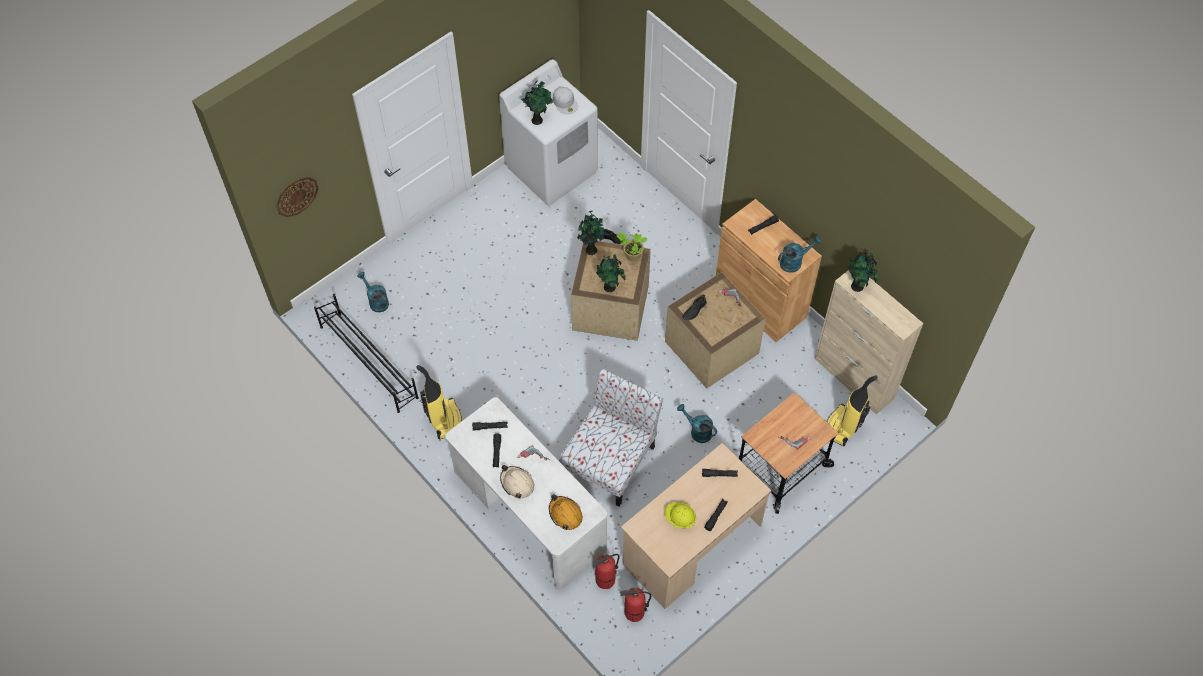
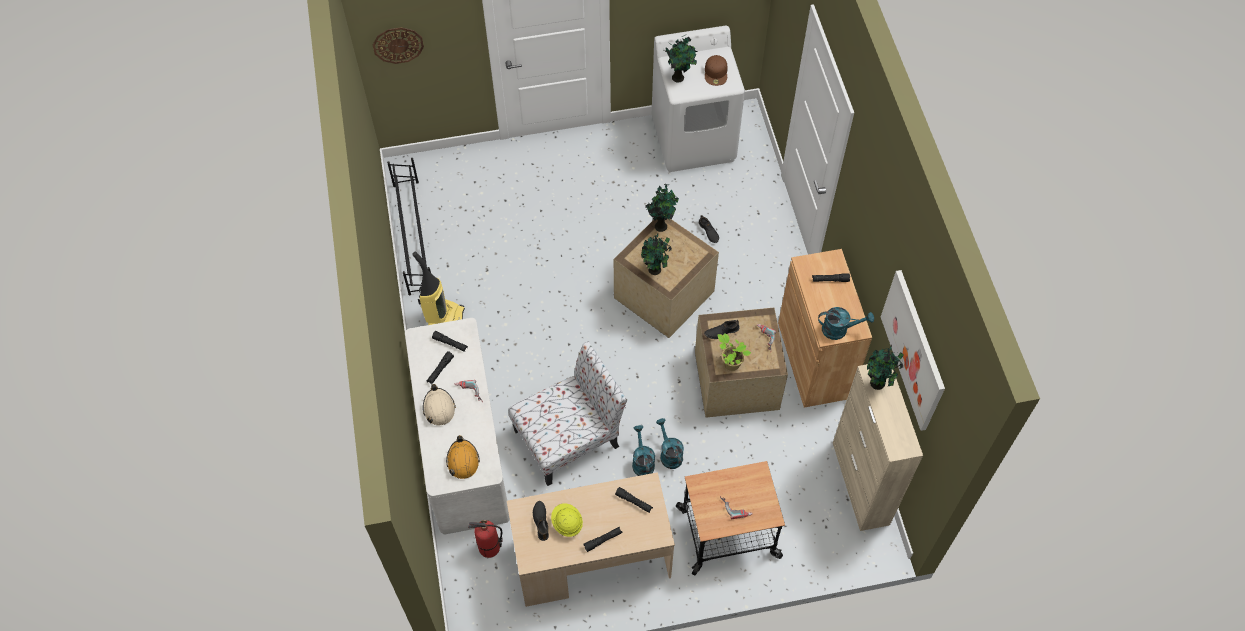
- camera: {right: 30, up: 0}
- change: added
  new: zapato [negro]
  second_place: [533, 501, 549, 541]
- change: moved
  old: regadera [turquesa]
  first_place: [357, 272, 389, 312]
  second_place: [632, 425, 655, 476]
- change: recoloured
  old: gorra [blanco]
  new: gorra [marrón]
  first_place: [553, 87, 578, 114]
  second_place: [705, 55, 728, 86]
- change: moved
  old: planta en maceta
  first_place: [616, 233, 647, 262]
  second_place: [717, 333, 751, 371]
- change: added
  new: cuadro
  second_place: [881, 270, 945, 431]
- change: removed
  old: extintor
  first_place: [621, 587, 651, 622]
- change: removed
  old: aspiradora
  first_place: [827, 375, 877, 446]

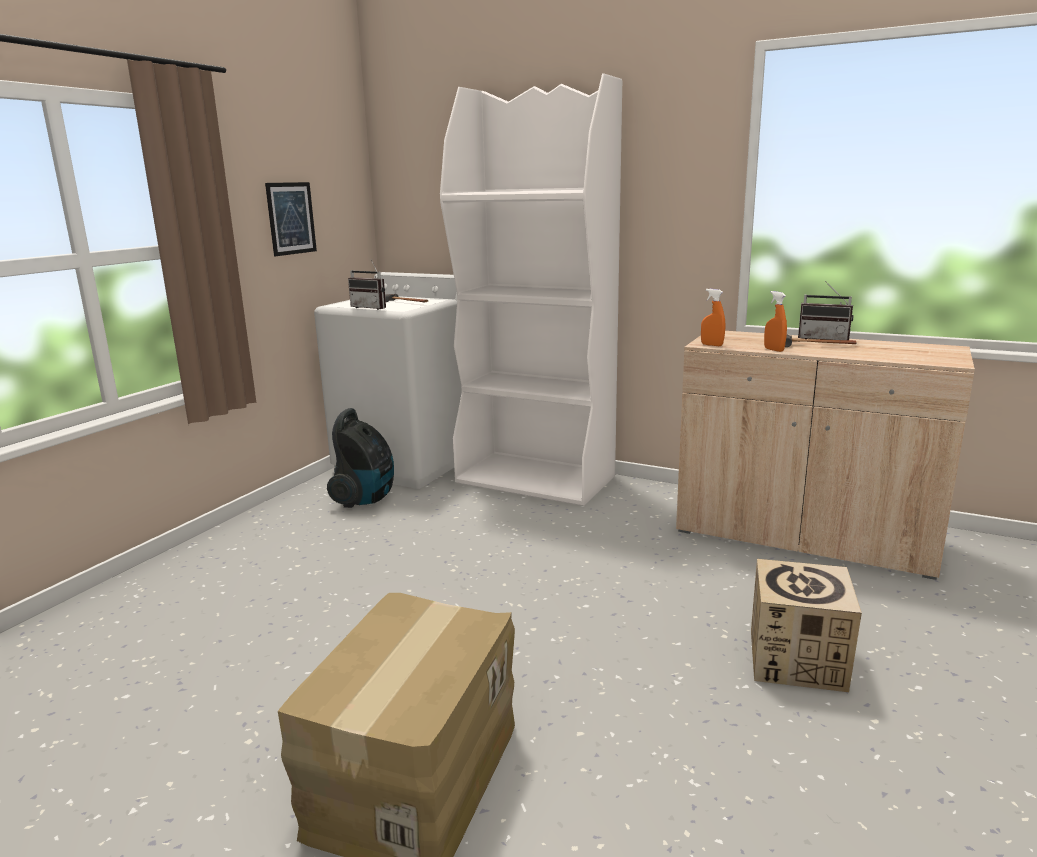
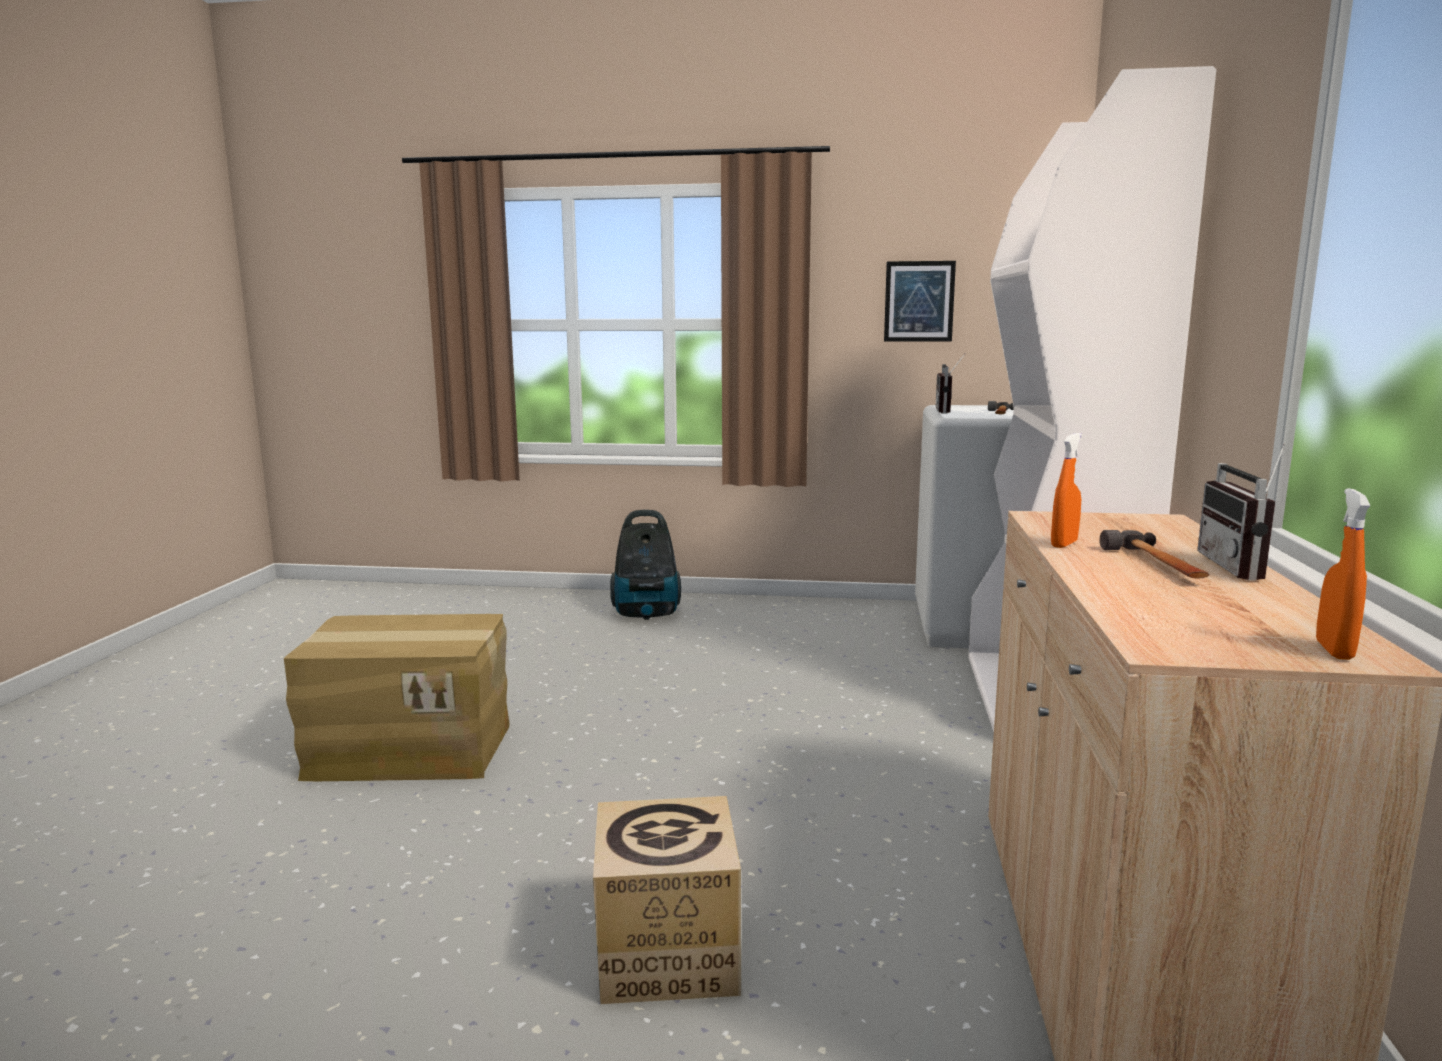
- camera: {right: 70, up: -5}
- change: moved
  old: aspiradora
  first_place: [327, 408, 394, 508]
  second_place: [610, 510, 681, 620]
- change: moved
  old: pulverizador [naranja]
  first_place: [701, 289, 725, 346]
  second_place: [1316, 488, 1370, 660]

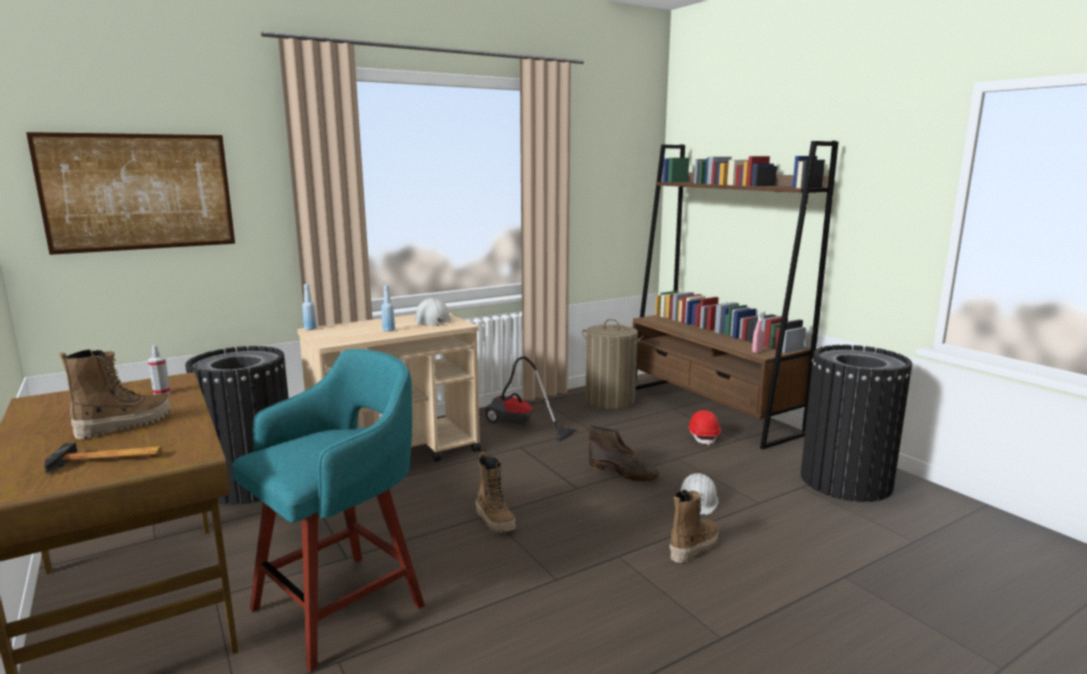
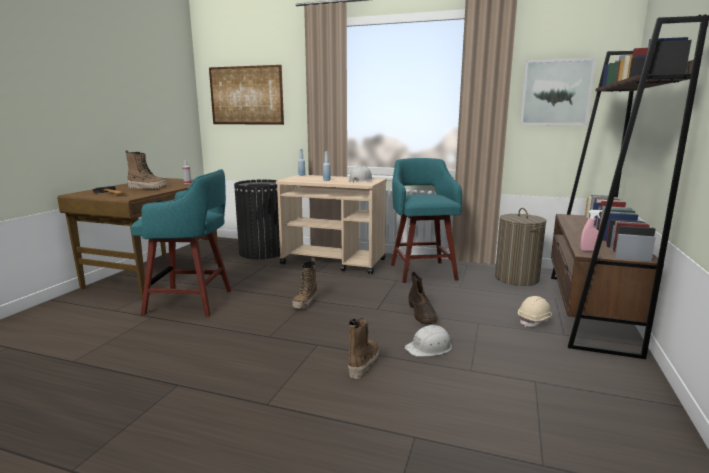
- camera: {right: 50, up: 0}
- change: turned
  old: bota
  first_place: [670, 490, 719, 563]
  second_place: [348, 318, 379, 379]
  degrees: -75
- change: replaced
  old: aspiradora
  new: taburete [turquesa]
  first_place: [484, 356, 576, 442]
  second_place: [391, 158, 462, 283]
- change: recoloured
  old: casco [rojo]
  new: casco [beis]
  first_place: [688, 410, 721, 446]
  second_place: [518, 296, 553, 327]
- change: added
  new: cuadro
  second_place: [520, 58, 596, 125]
- change: removed
  old: papelera [negro]
  first_place: [801, 345, 912, 502]

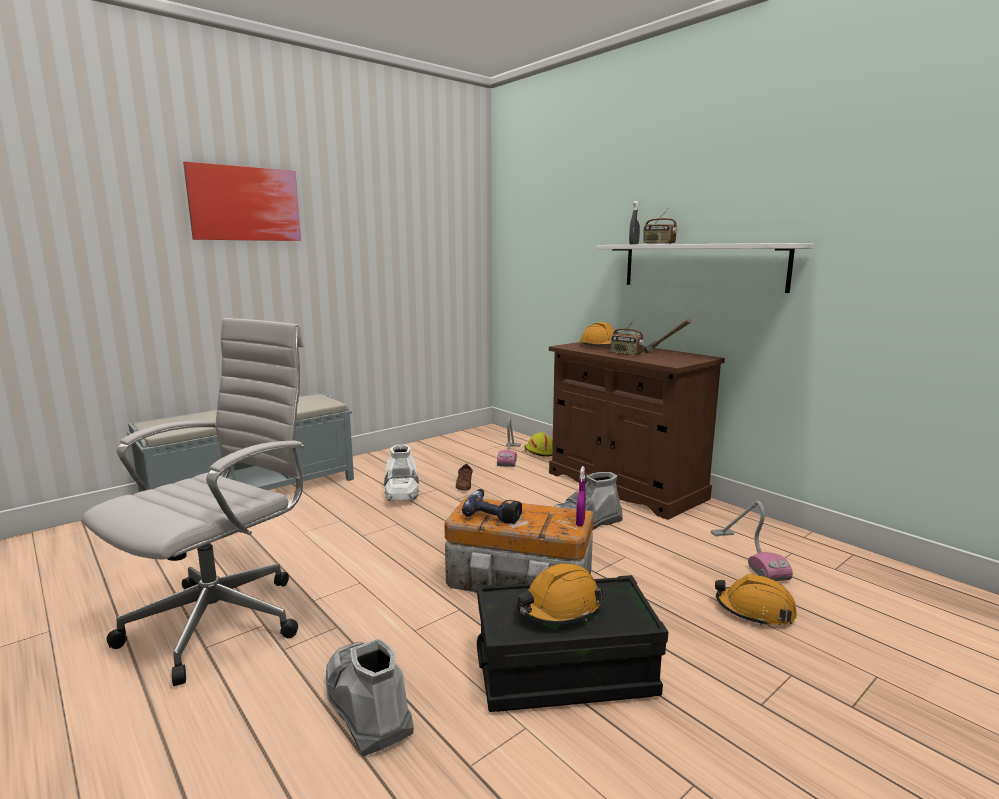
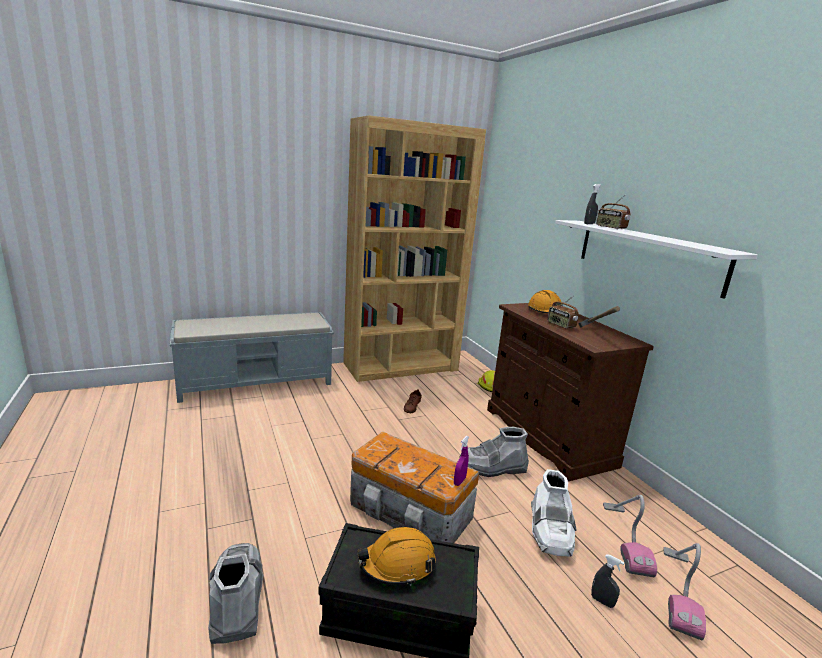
- camera: {right: 15, up: 5}
- change: added
  new: estantería [marrón]
  second_place: [343, 115, 486, 382]
- change: moved
  old: bota [blanco]
  first_place: [384, 444, 420, 501]
  second_place: [531, 469, 577, 556]
- change: replaced
  old: casco [naranja]
  new: pulverizador [gris]
  first_place: [715, 574, 797, 626]
  second_place: [591, 555, 624, 608]
- change: moved
  old: aspiradora
  first_place: [497, 417, 521, 467]
  second_place: [663, 543, 706, 641]
- change: removed
  old: silla de oficina [blanco]
  first_place: [82, 318, 306, 686]
- change: removed
  old: cuadro
  first_place: [183, 161, 301, 241]
- change: removed
  old: taladro
  first_place: [462, 489, 522, 524]

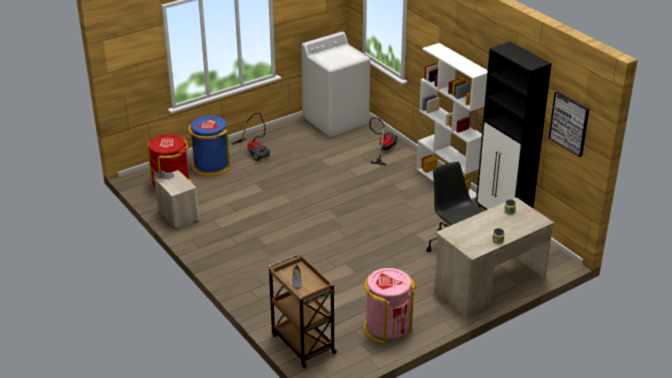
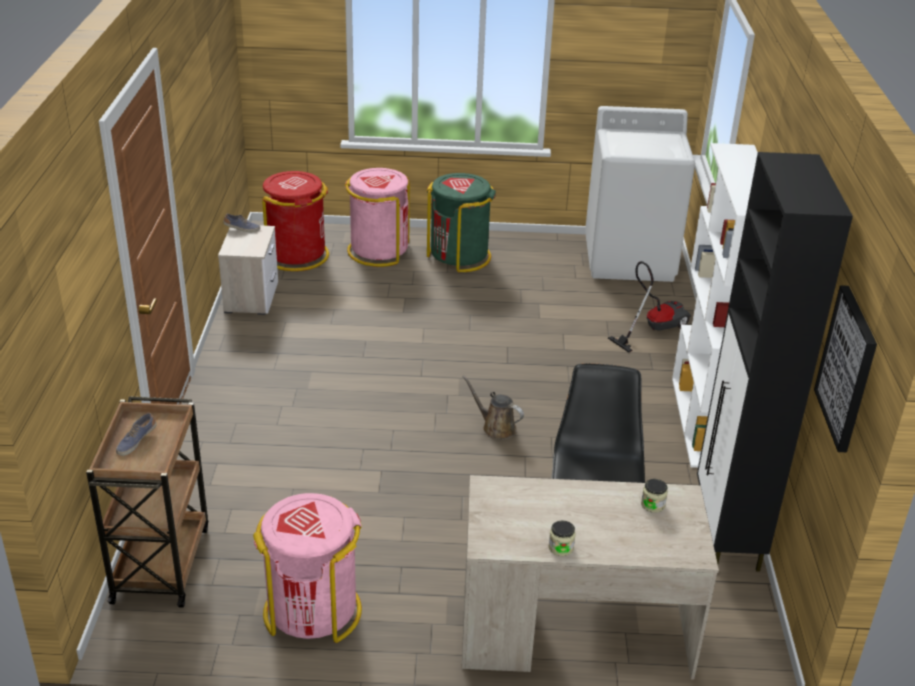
- camera: {right: 35, up: 0}
- change: recoloured
  old: papelera [azul]
  new: papelera [rosa]
  first_place: [188, 115, 230, 176]
  second_place: [345, 168, 410, 267]
- change: replaced
  old: aspiradora
  new: papelera [verde]
  first_place: [232, 113, 270, 161]
  second_place: [427, 173, 496, 272]
- change: added
  new: regadera [marrón]
  second_place: [462, 375, 524, 440]

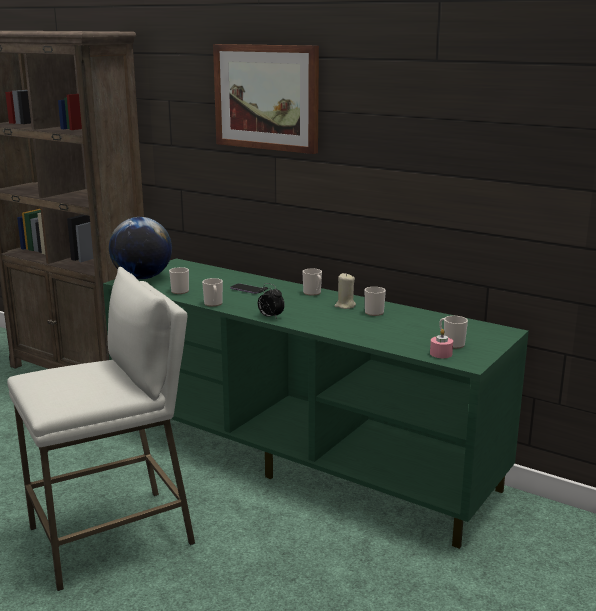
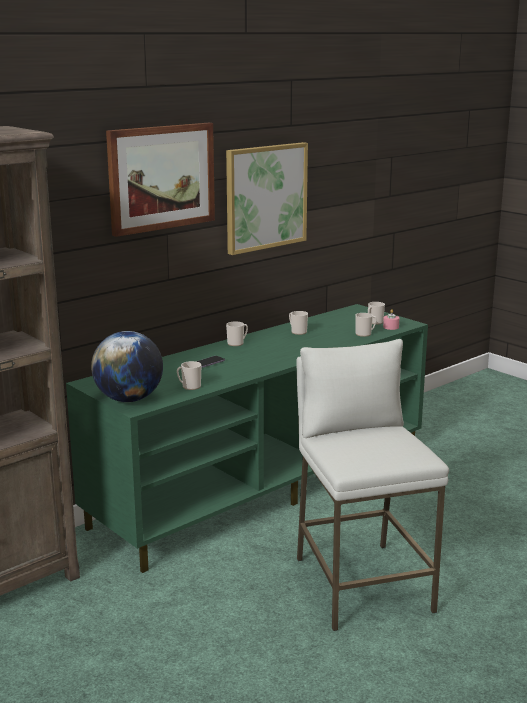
- camera: {right: -75, up: 0}
- change: added
  new: cuadro
  second_place: [226, 142, 308, 255]
- change: moved
  old: taza grande
  first_place: [202, 278, 223, 307]
  second_place: [355, 313, 377, 337]
- change: removed
  old: despertador
  first_place: [258, 283, 285, 319]
- change: removed
  old: vela [beis]
  first_place: [334, 273, 356, 309]

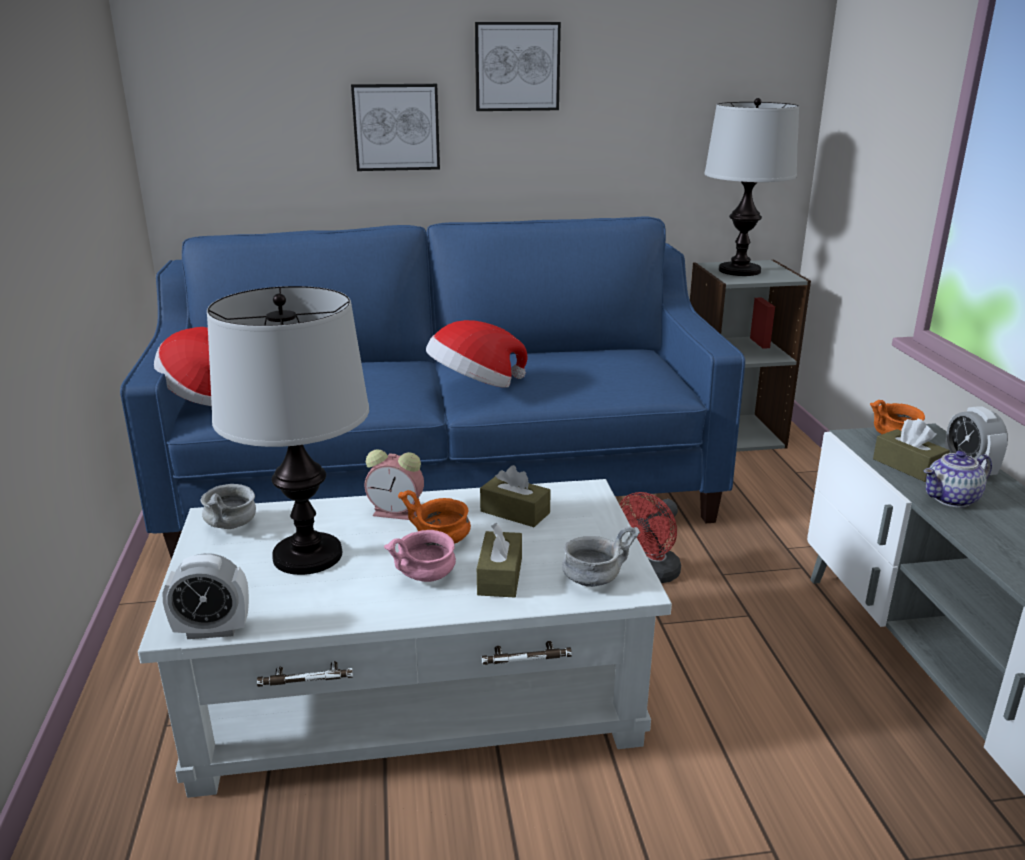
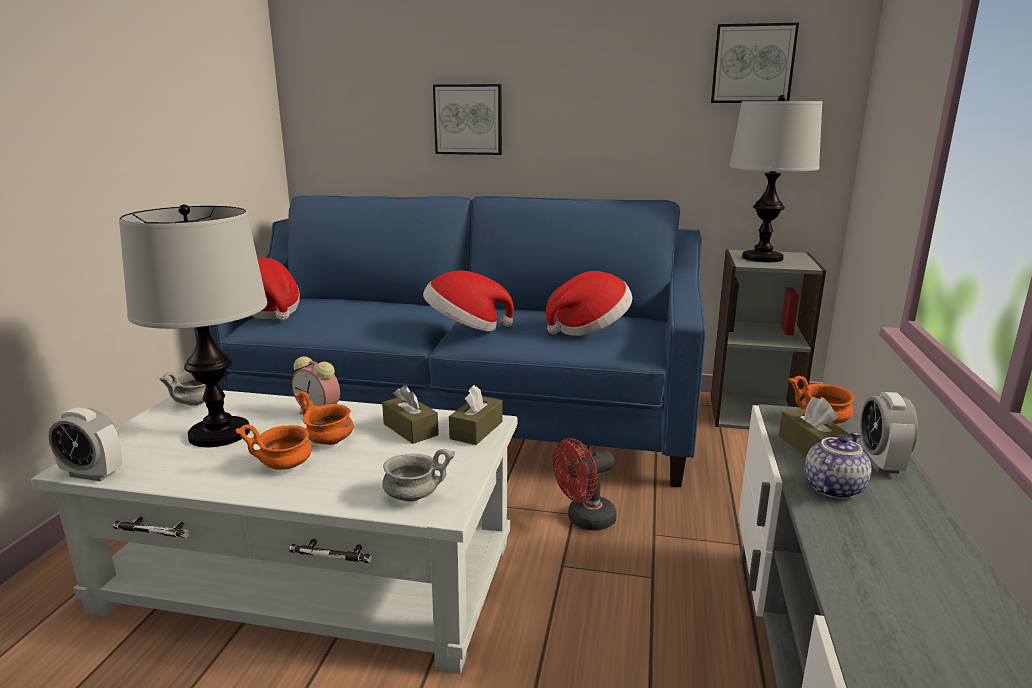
- camera: {right: 20, up: -5}
- change: recoloured
  old: cuenco [rosa]
  new: cuenco [naranja]
  first_place: [384, 530, 456, 582]
  second_place: [236, 424, 312, 470]
- change: moved
  old: caja de pañuelos [marrón]
  first_place: [477, 523, 522, 598]
  second_place: [449, 385, 503, 445]
- change: added
  new: sombrero
  second_place: [546, 271, 632, 336]
- change: moved
  old: cuadro
  first_place: [475, 22, 561, 111]
  second_place: [711, 23, 799, 103]
- change: turned
  old: tetera
  first_place: [923, 451, 992, 508]
  second_place: [805, 432, 871, 499]
  degrees: 135

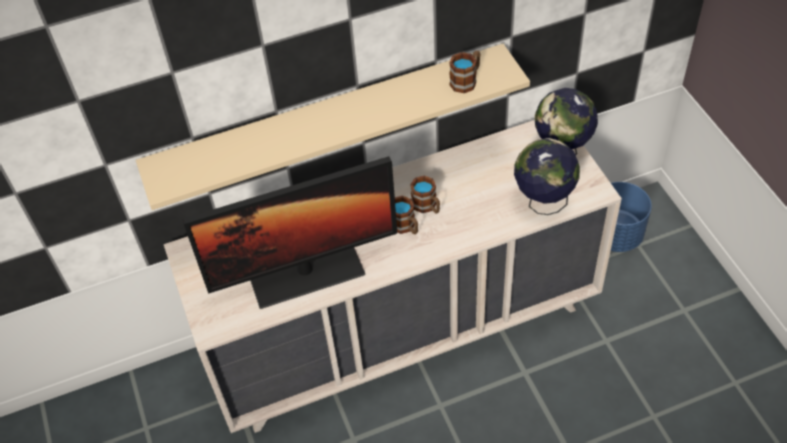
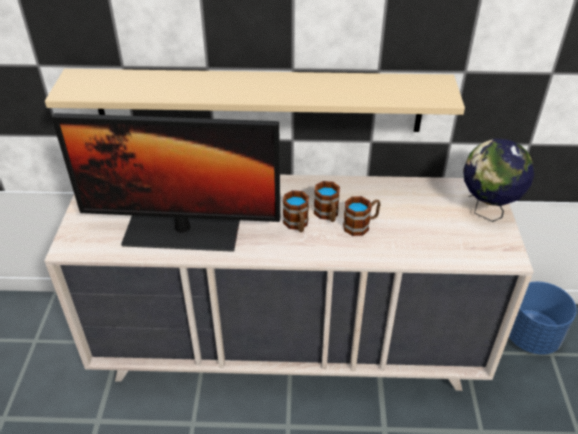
- camera: {right: 20, up: -10}
- change: moved
  old: taza grande
  first_place: [449, 50, 480, 93]
  second_place: [343, 196, 381, 236]
- change: removed
  old: globo terráqueo
  first_place: [514, 138, 580, 215]

